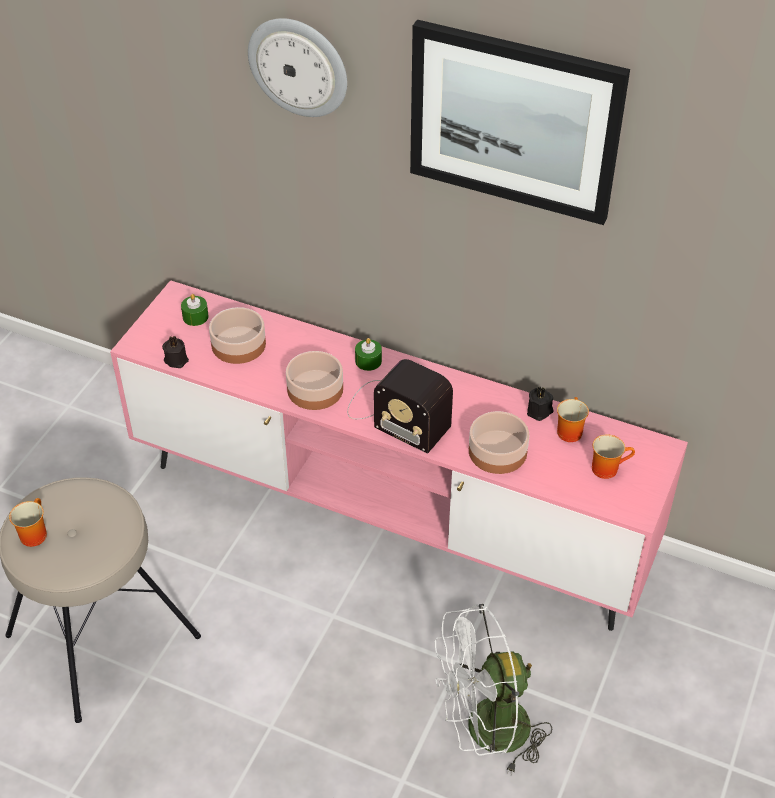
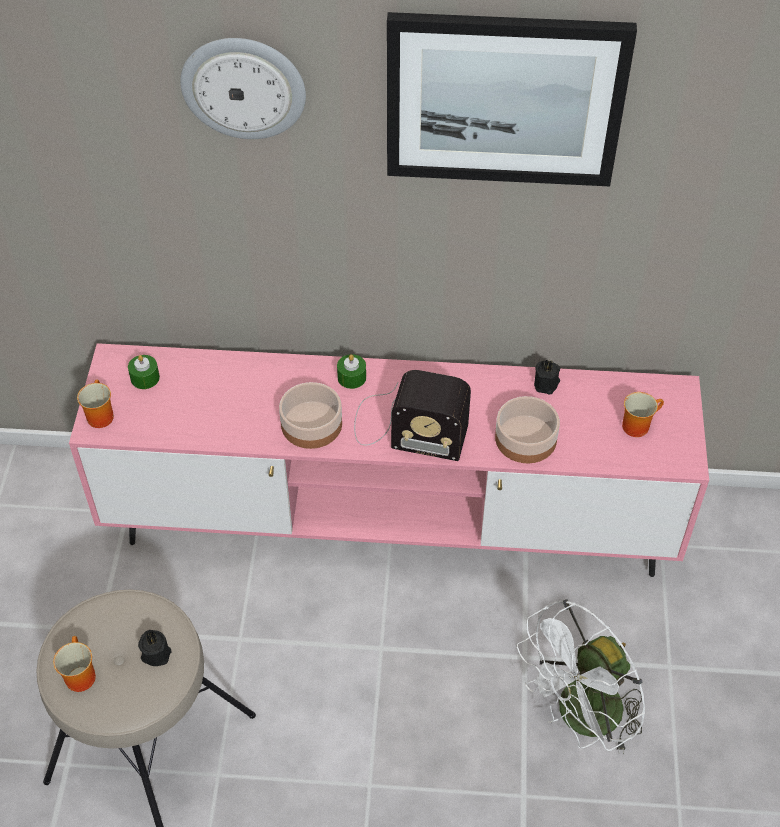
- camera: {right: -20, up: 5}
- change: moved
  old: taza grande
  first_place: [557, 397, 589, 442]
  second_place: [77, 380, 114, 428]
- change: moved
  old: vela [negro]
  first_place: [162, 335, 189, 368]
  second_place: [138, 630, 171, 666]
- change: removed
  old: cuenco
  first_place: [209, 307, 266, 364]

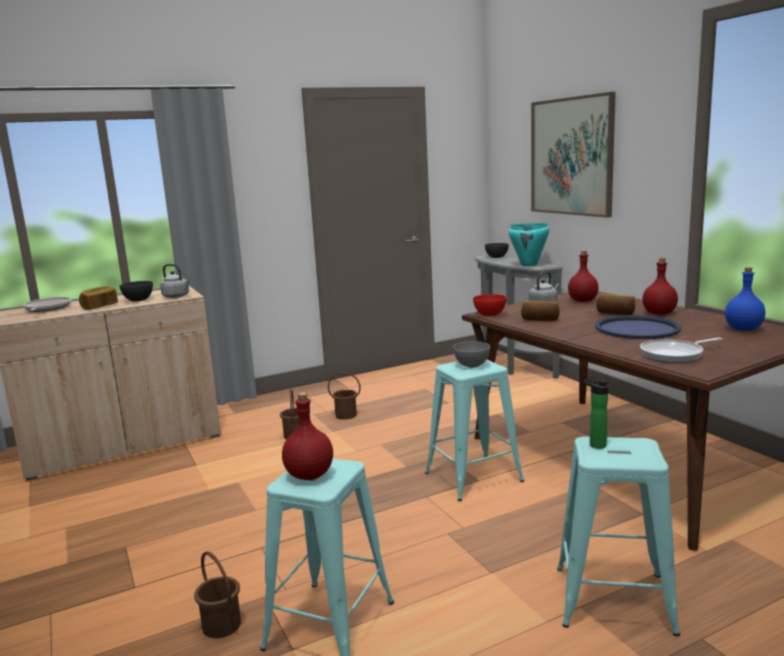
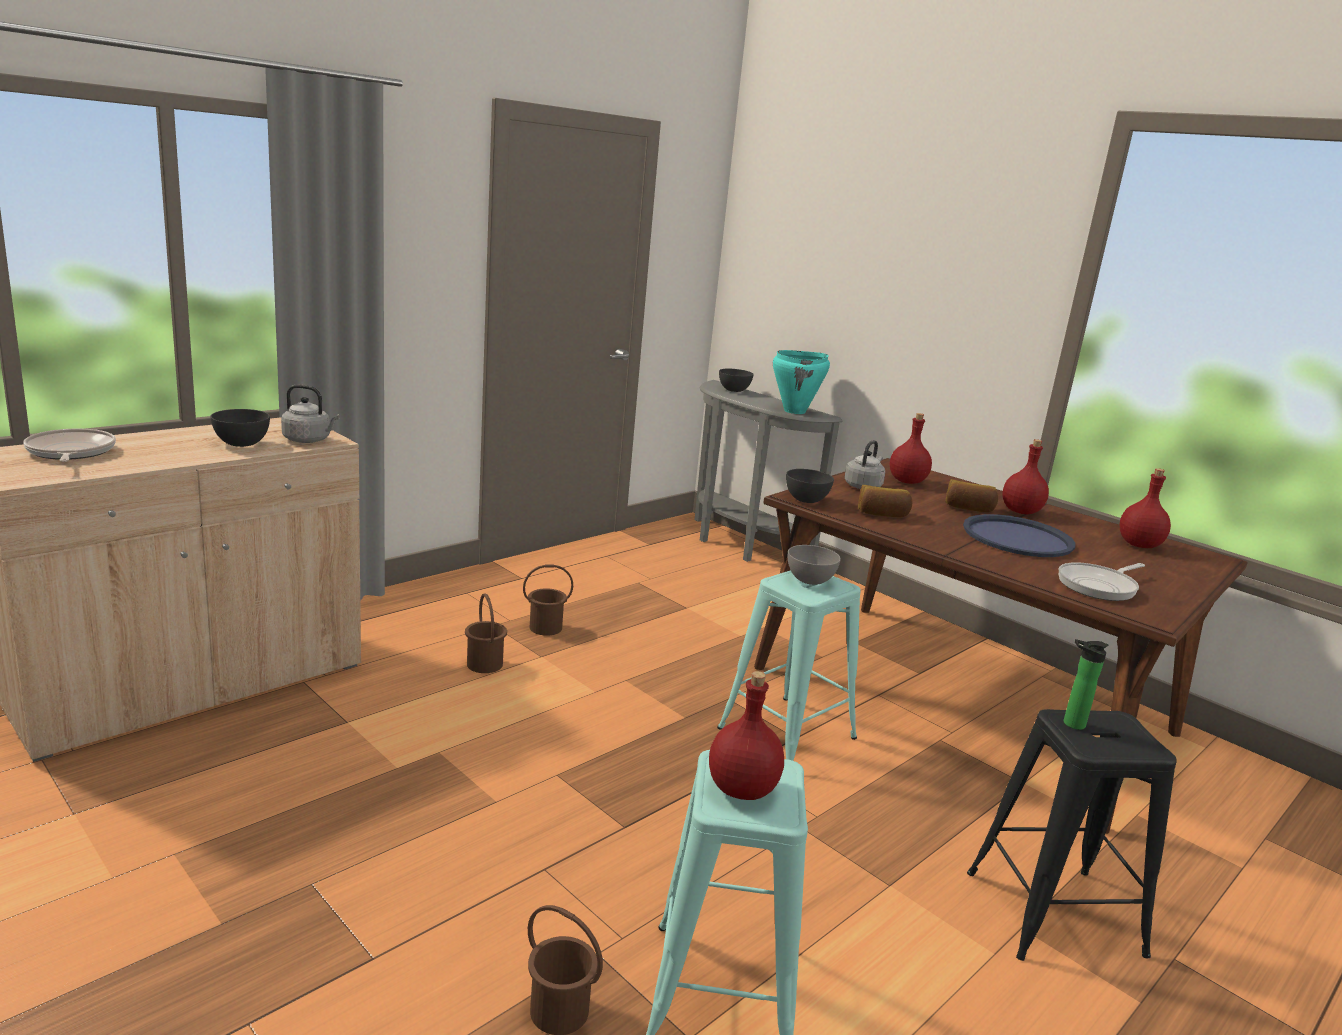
- camera: {right: -20, up: 5}
- change: recoloured
  old: cuenco [rojo]
  new: cuenco [gris]
  first_place: [473, 294, 507, 316]
  second_place: [786, 469, 834, 503]
- change: recoloured
  old: taburete [turquesa]
  new: taburete [negro]
  first_place: [557, 437, 680, 636]
  second_place: [967, 709, 1176, 961]
- change: recoloured
  old: botella [azul]
  new: botella [rojo]
  first_place: [725, 267, 765, 331]
  second_place: [1120, 468, 1171, 548]
- change: removed
  old: pan
  first_place: [79, 286, 118, 310]
- change: removed
  old: cuadro
  first_place: [531, 92, 616, 218]

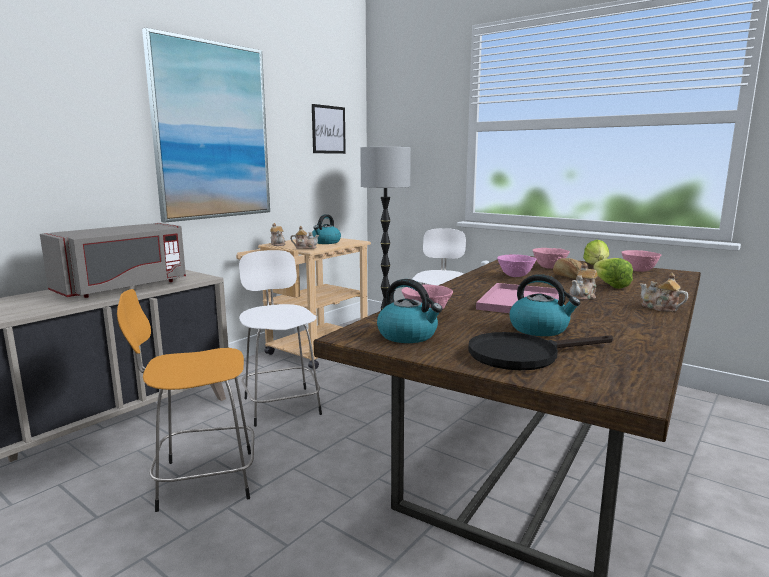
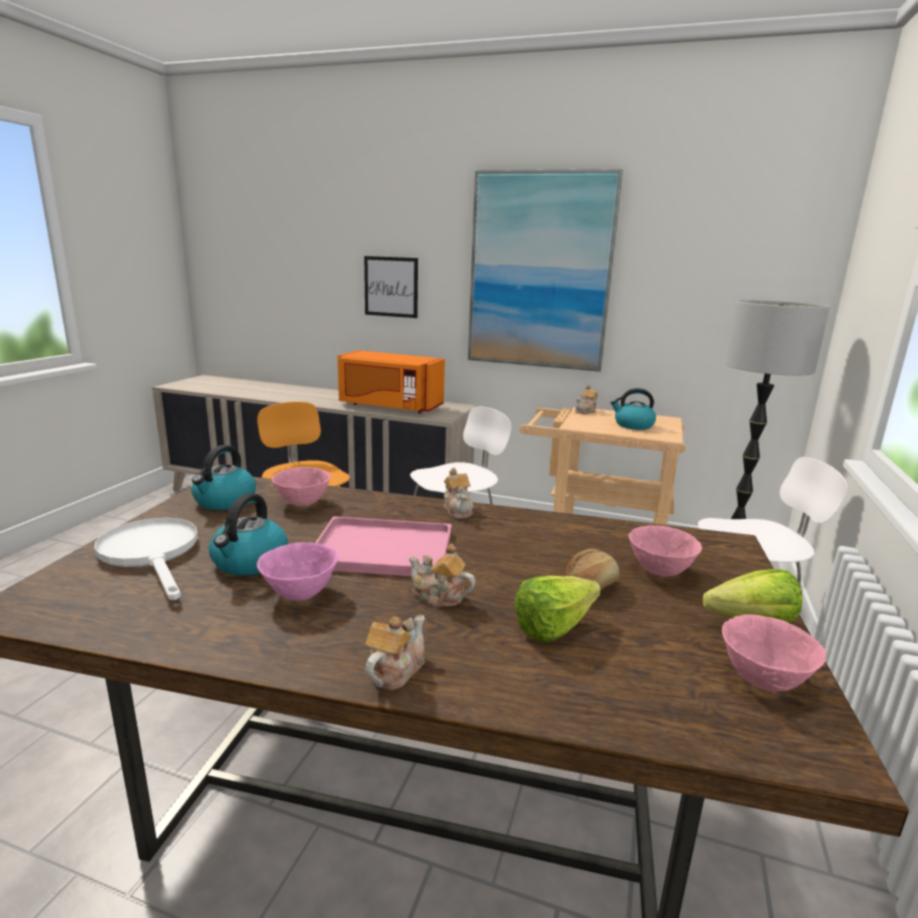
- camera: {right: 70, up: 5}
- change: recoloured
  old: sartén [negro]
  new: sartén [blanco]
  first_place: [468, 332, 613, 370]
  second_place: [94, 518, 198, 600]
- change: moved
  old: cuenco [rosa]
  first_place: [497, 254, 536, 277]
  second_place: [257, 542, 339, 601]
- change: recoloured
  old: microondas [gris]
  new: microondas [naranja]
  first_place: [40, 223, 186, 298]
  second_place: [338, 350, 445, 413]
- change: moved
  old: cuadro
  first_place: [312, 104, 346, 154]
  second_place: [364, 256, 418, 318]
- change: moved
  old: tetera
  first_place: [290, 226, 319, 249]
  second_place: [444, 468, 474, 519]

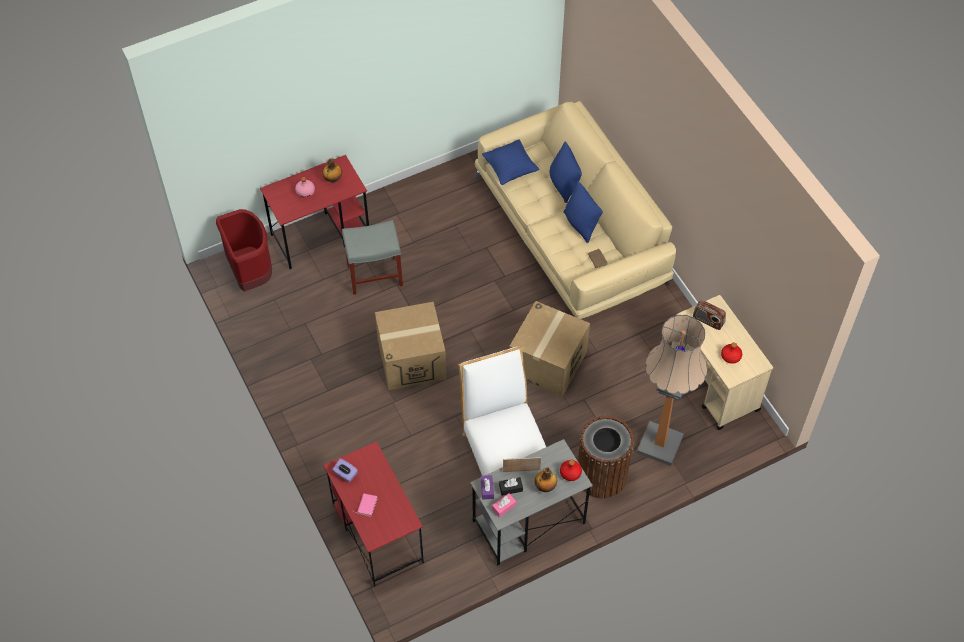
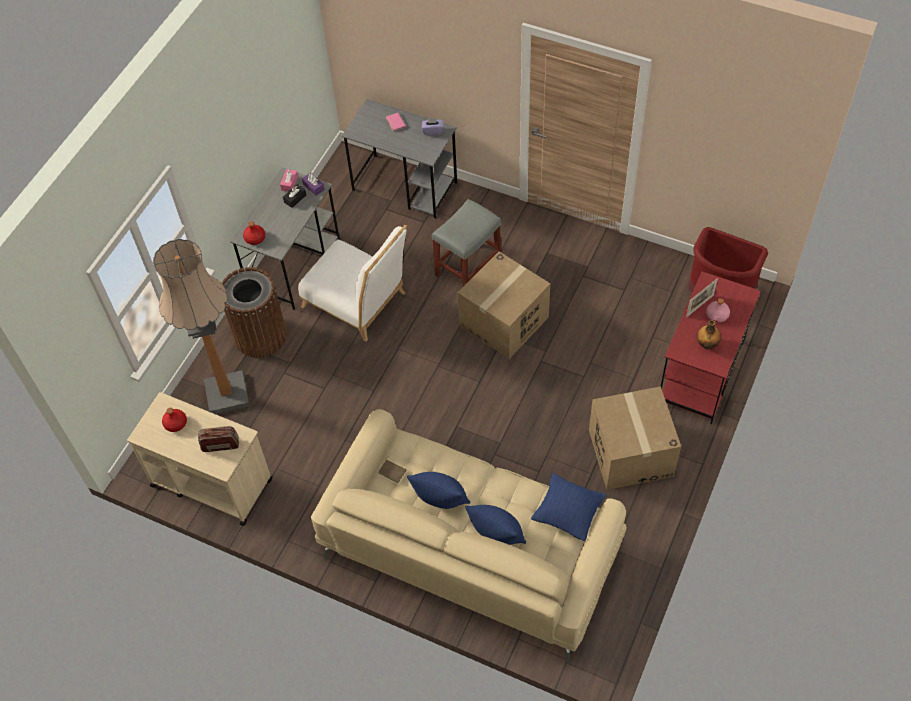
- camera: {right: 145, up: 0}
- change: recoloured
  old: escritorio [rojo]
  new: escritorio [gris]
  first_place: [323, 441, 424, 587]
  second_place: [342, 99, 457, 219]
- change: moved
  old: taburete [gris]
  first_place: [342, 220, 403, 295]
  second_place: [432, 199, 501, 286]
- change: moved
  old: caja de cartón
  first_place: [509, 301, 590, 397]
  second_place: [589, 386, 681, 490]
- change: moved
  old: portarretratos
  first_place: [503, 457, 541, 472]
  second_place: [686, 278, 718, 317]
- change: removed
  old: botella
  first_place: [535, 467, 557, 492]

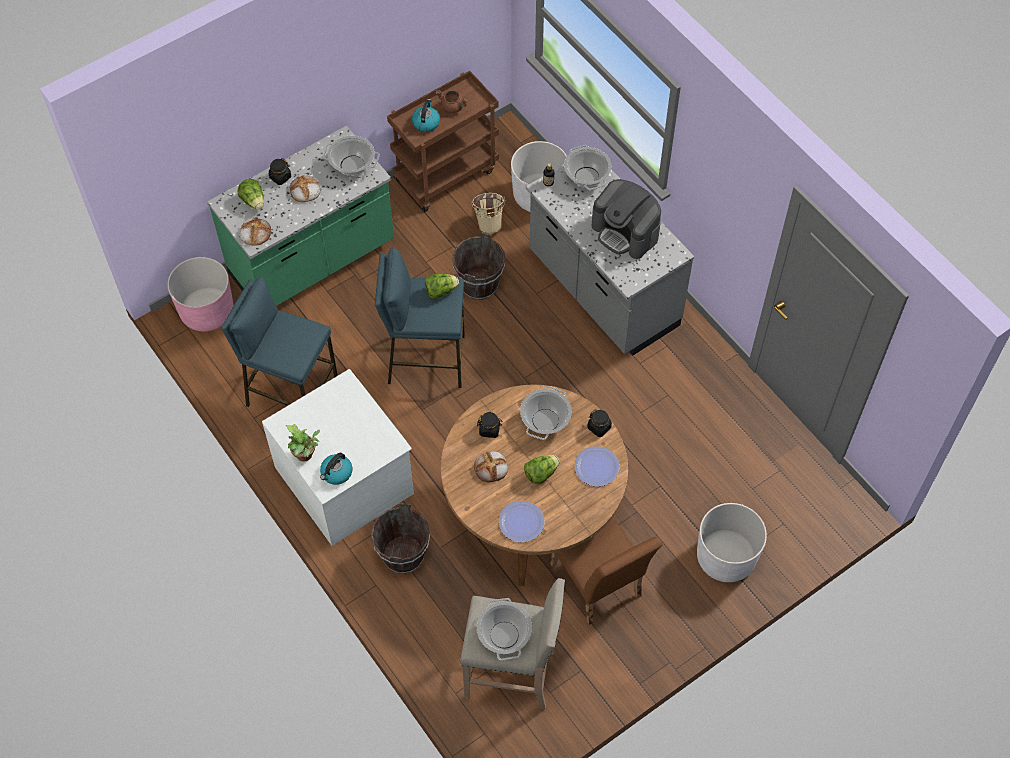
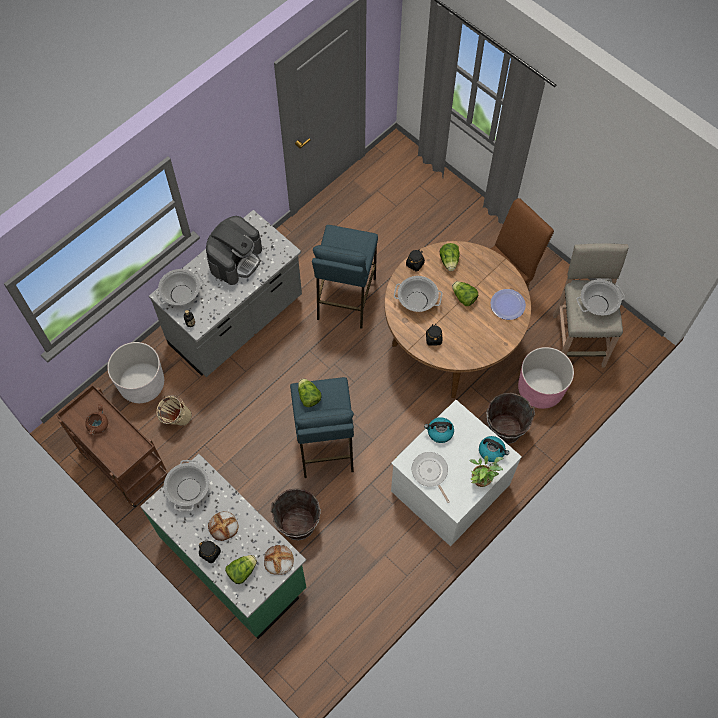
- camera: {right: -100, up: 5}
- change: moved
  old: cubo [marrón]
  first_place: [452, 232, 505, 300]
  second_place: [270, 488, 321, 540]
- change: moved
  old: taburete [azul]
  first_place: [221, 277, 338, 407]
  second_place: [312, 225, 378, 329]
- change: added
  new: sartén
  second_place: [412, 452, 450, 503]
- change: moved
  old: hervidor
  first_place: [412, 99, 440, 132]
  second_place: [424, 417, 454, 443]
- change: replaced
  old: plato
  new: lechuga
  first_place: [575, 446, 620, 487]
  second_place: [440, 243, 460, 271]
- change: moved
  old: maceta [rosa]
  first_place: [167, 257, 233, 331]
  second_place: [518, 347, 574, 409]
- change: removed
  old: pan
  first_place: [474, 451, 508, 482]
- change: removed
  old: maceta [blanco]
  first_place: [697, 503, 767, 582]

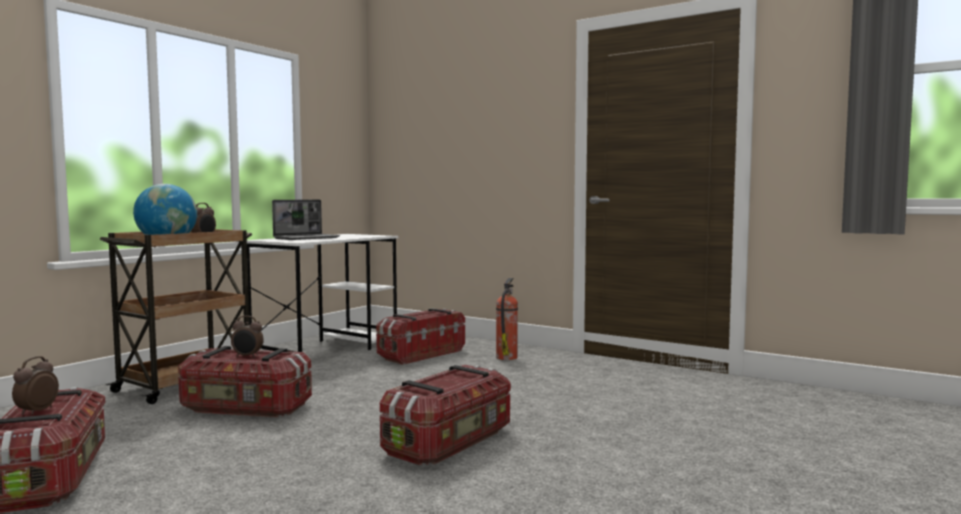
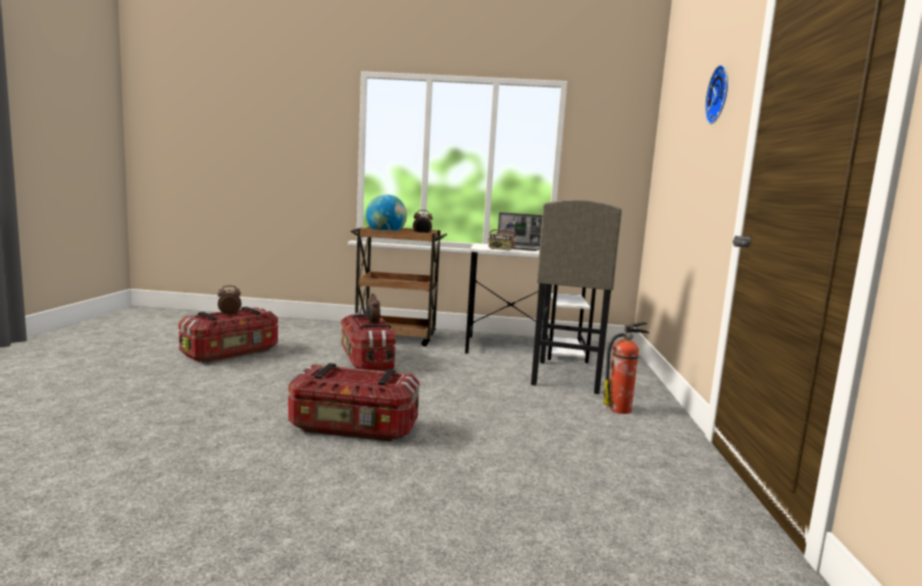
- camera: {right: 60, up: 5}
- change: added
  new: radio
  second_place: [488, 222, 516, 251]
- change: replaced
  old: caja de almacenaje
  new: taburete [gris]
  first_place: [376, 308, 465, 365]
  second_place: [531, 199, 622, 394]
- change: added
  new: reloj de pared
  second_place: [705, 65, 728, 124]

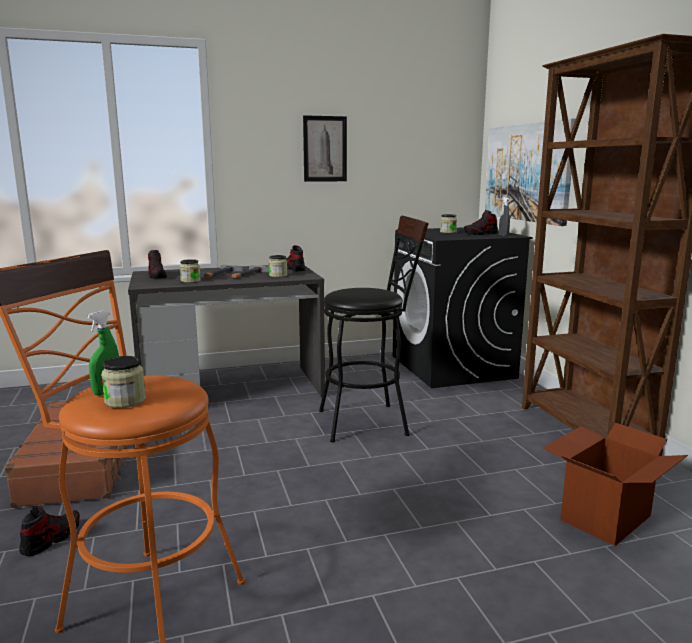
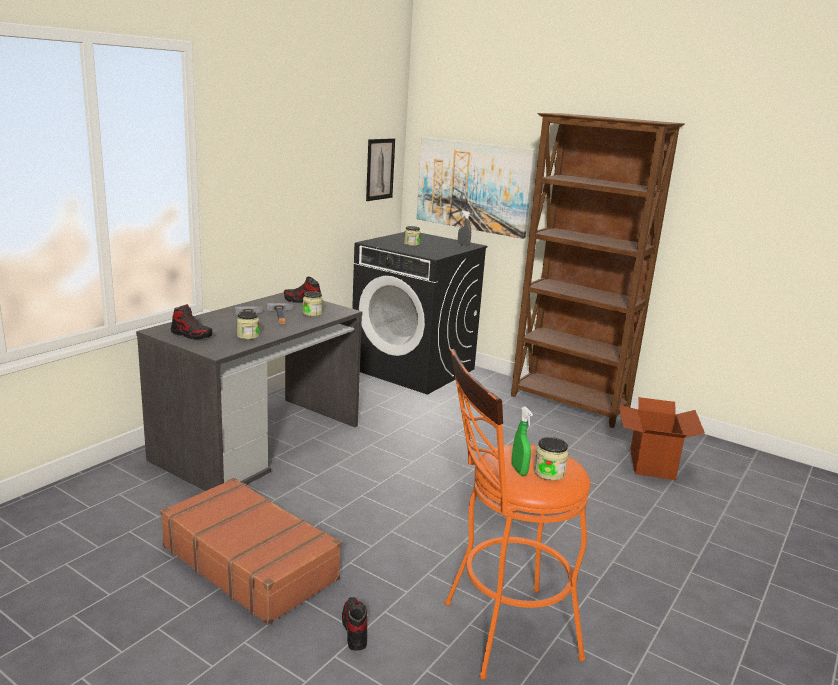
- camera: {right: -40, up: 5}
- change: moved
  old: cuadro
  first_place: [303, 115, 347, 182]
  second_place: [366, 138, 395, 201]
- change: removed
  old: taburete [negro]
  first_place: [319, 216, 429, 442]
- change: removed
  old: zapato
  first_place: [464, 210, 498, 235]

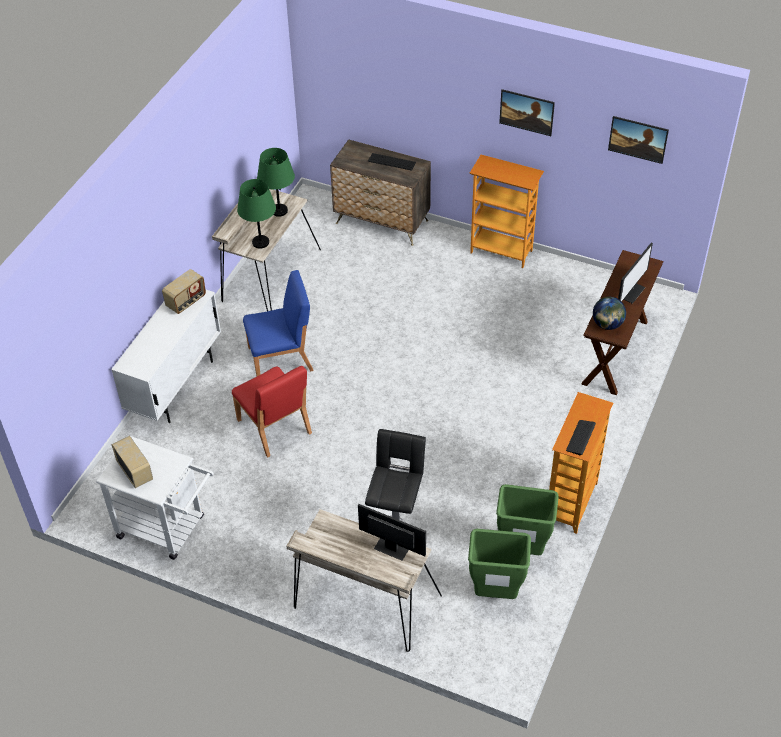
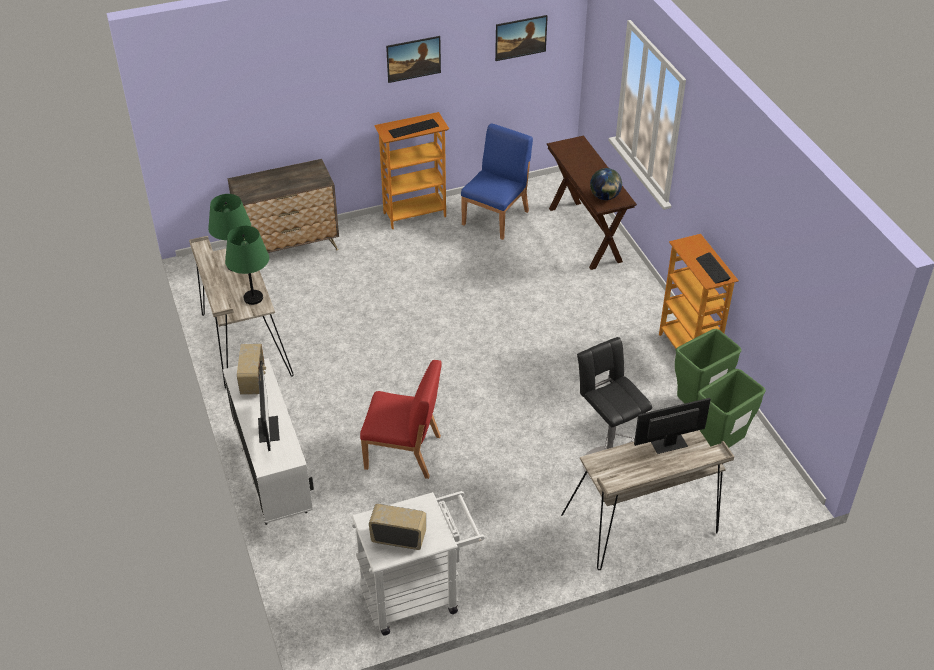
- camera: {right: -45, up: -5}
- change: moved
  old: monitor
  first_place: [618, 243, 653, 304]
  second_place: [258, 366, 280, 451]
- change: moved
  old: teclado
  first_place: [368, 153, 416, 171]
  second_place: [388, 119, 439, 138]
- change: moved
  old: silla [azul]
  first_place: [243, 270, 314, 376]
  second_place: [461, 123, 533, 240]

